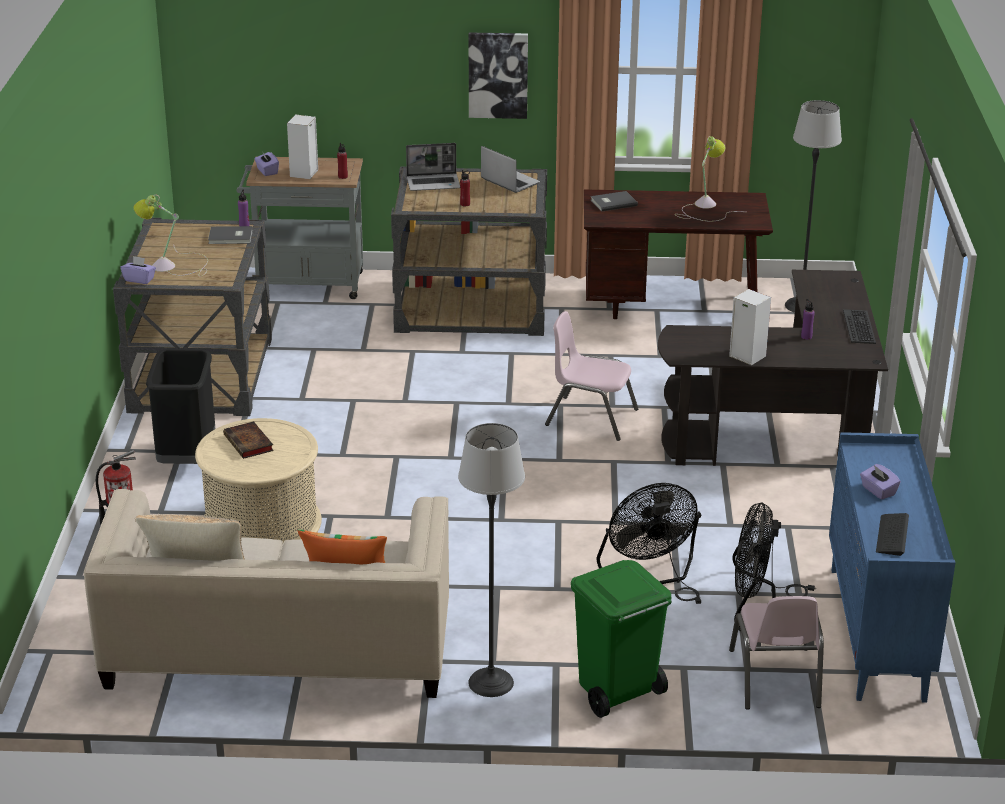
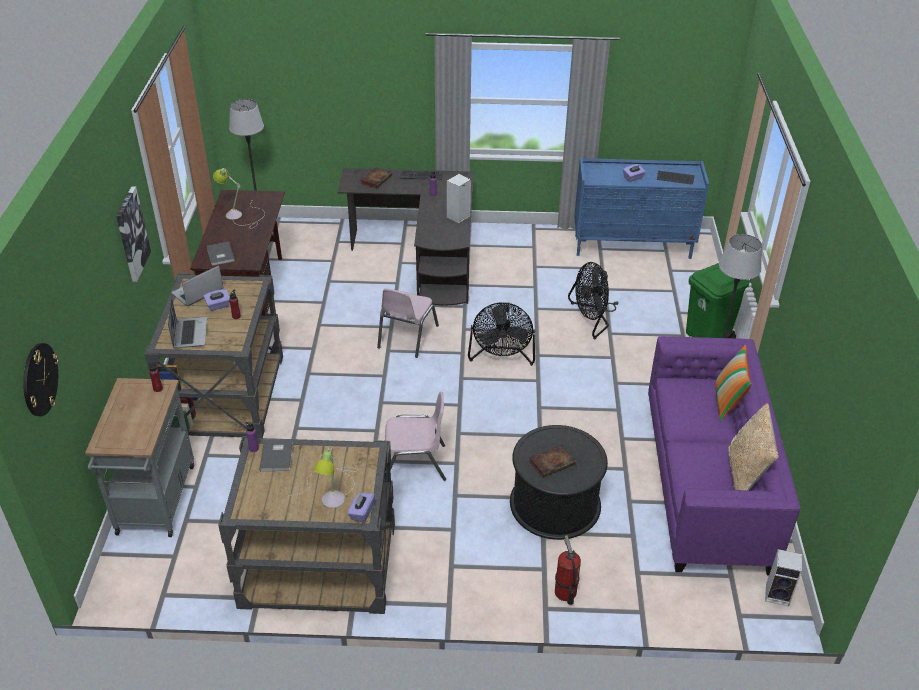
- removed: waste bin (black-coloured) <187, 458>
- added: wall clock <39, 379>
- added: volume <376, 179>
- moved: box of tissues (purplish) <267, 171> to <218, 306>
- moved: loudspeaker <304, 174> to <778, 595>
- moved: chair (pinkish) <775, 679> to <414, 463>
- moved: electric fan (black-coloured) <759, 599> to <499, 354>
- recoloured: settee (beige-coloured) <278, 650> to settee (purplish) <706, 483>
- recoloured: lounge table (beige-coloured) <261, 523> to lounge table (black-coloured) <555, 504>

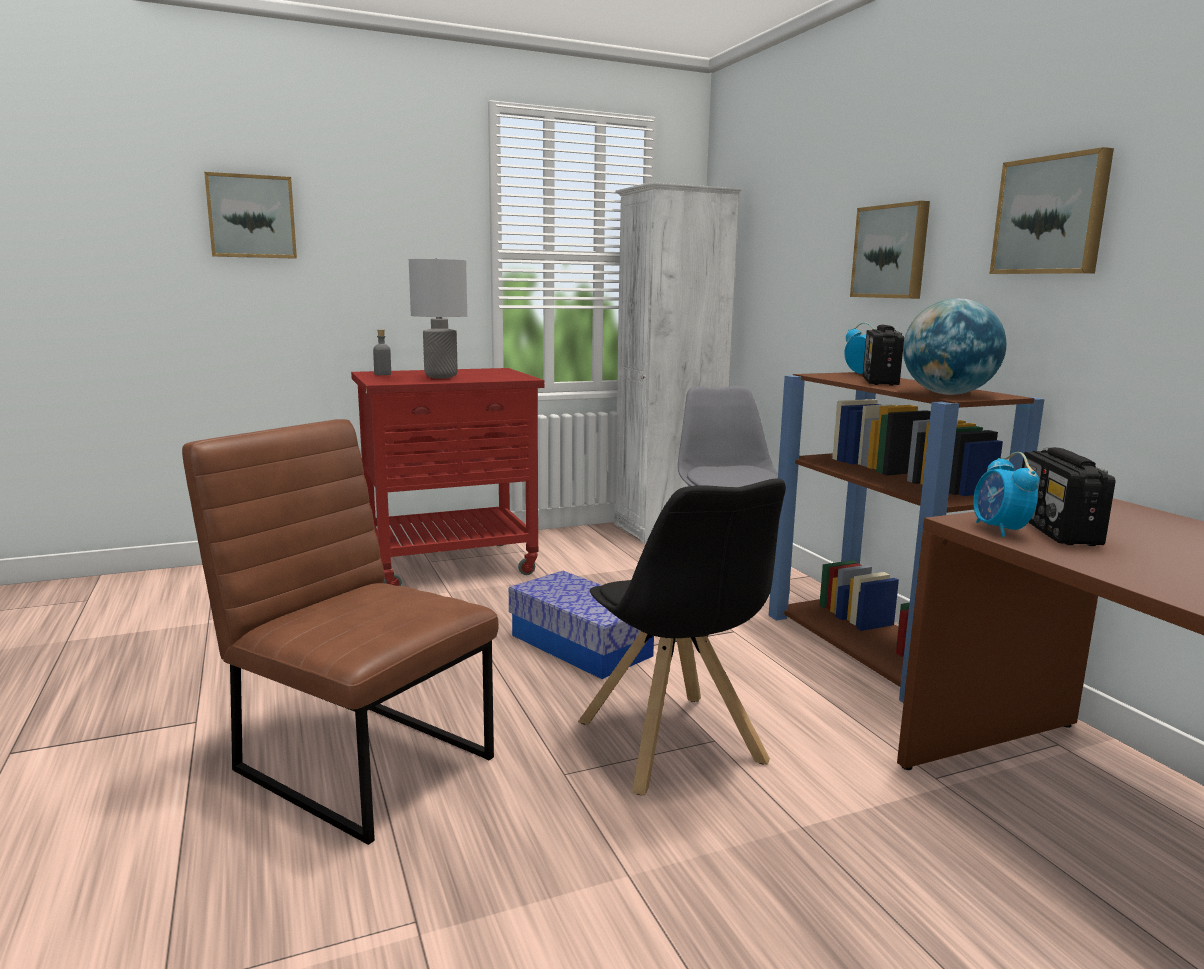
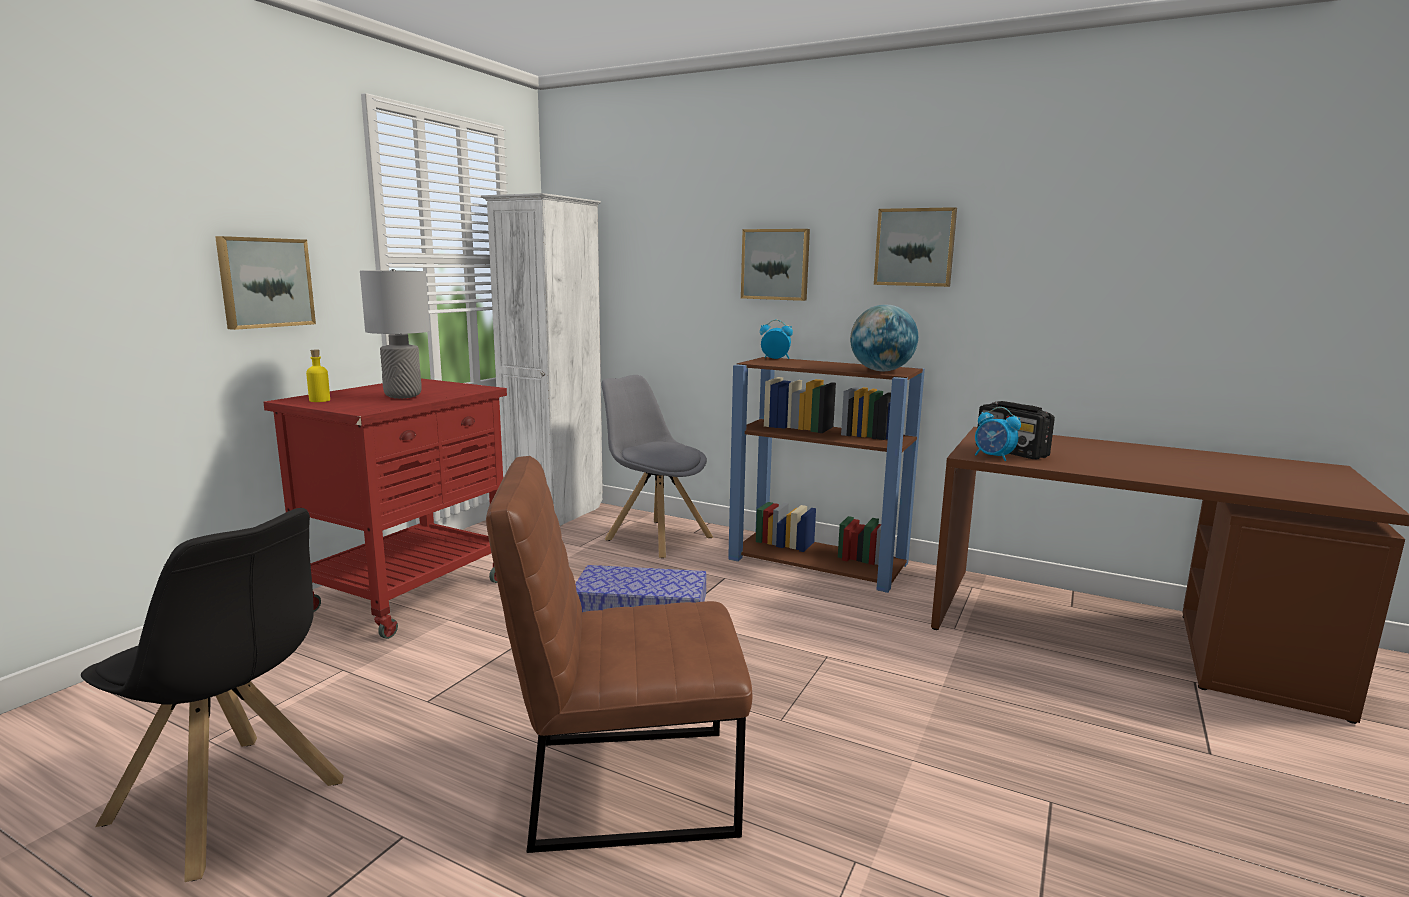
- removed: radio set <879, 381>
- moved: wall art <251, 216> to <265, 282>
- moved: chair (black-coloured) <674, 746> to <232, 805>
- recoloured: drink bottle (gray) <382, 374> to drink bottle (yellow) <319, 400>

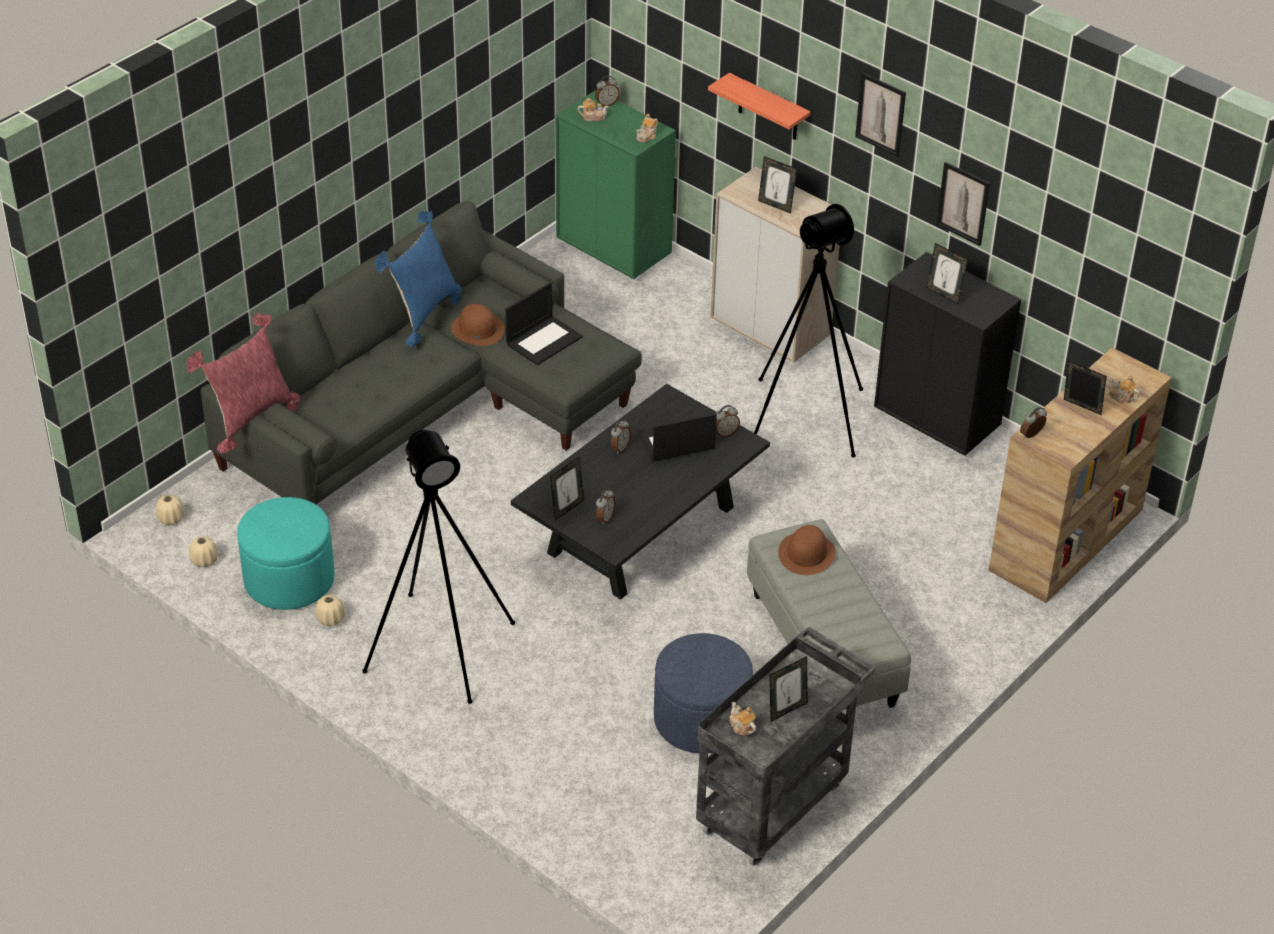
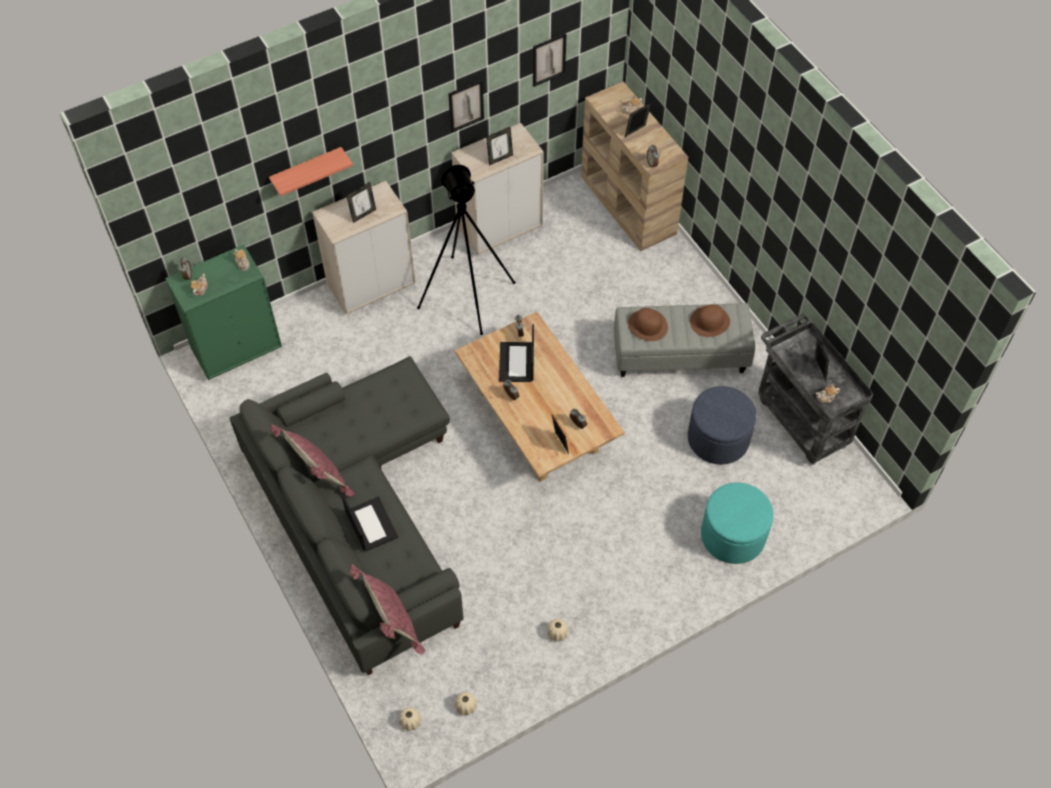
- removed: floor lamp (black-coloured) <440, 649>
- moved: footrest (turquoise) <289, 579> to <733, 535>
- moved: hat (brownish) <477, 329> to <709, 321>
- moved: laptop <544, 340> to <370, 524>
- moved: wall art <880, 114> to <549, 59>
- recoloured: cushion (bluish) <421, 319> to cushion (red) <316, 481>
- recoloured: lounge table (black-coloured) <640, 529> to lounge table (beige-coloured) <537, 420>
- recoloured: storage cabinet (black-coloured) <938, 422> to storage cabinet (beige-coloured) <500, 229>

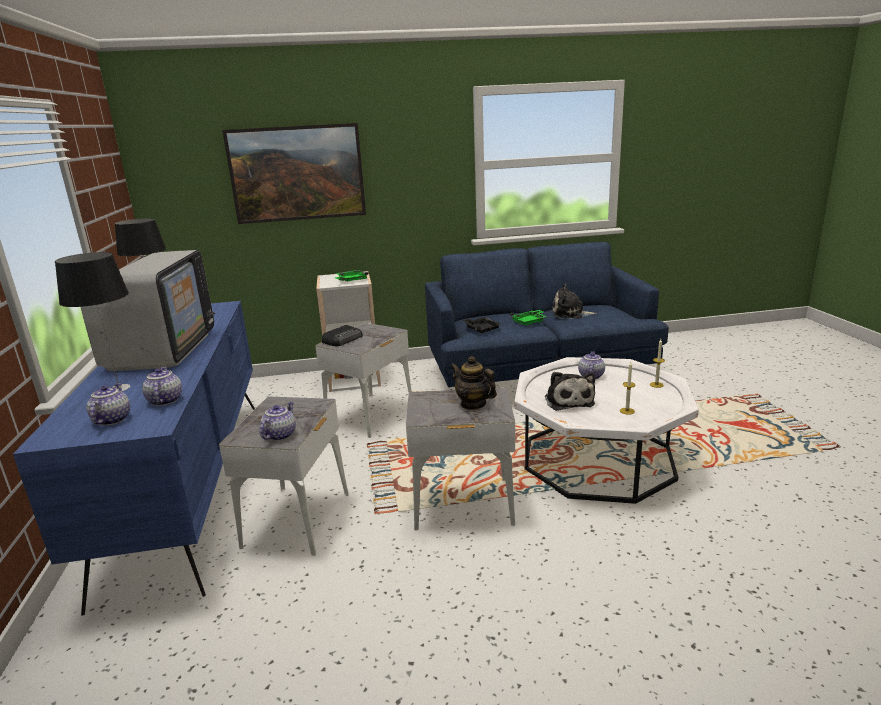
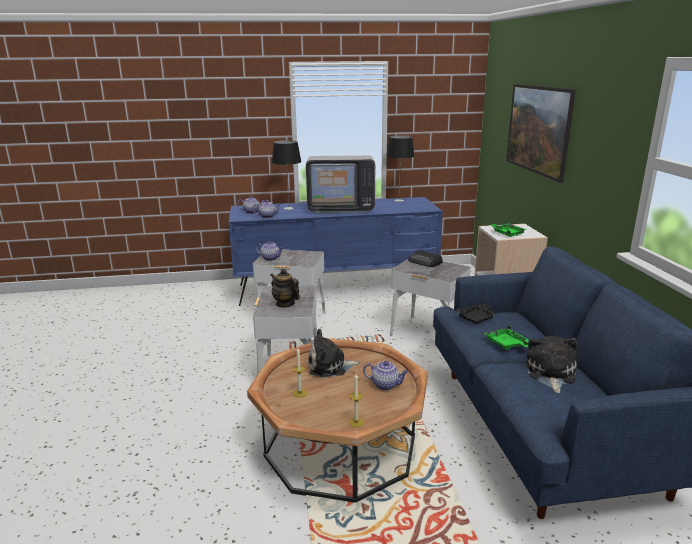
- recoloured: lounge table (white-coloured) <598, 459> to lounge table (brownish) <340, 446>
- turned: tea pot <473, 404> = <285, 304> 90 degrees counterclockwise

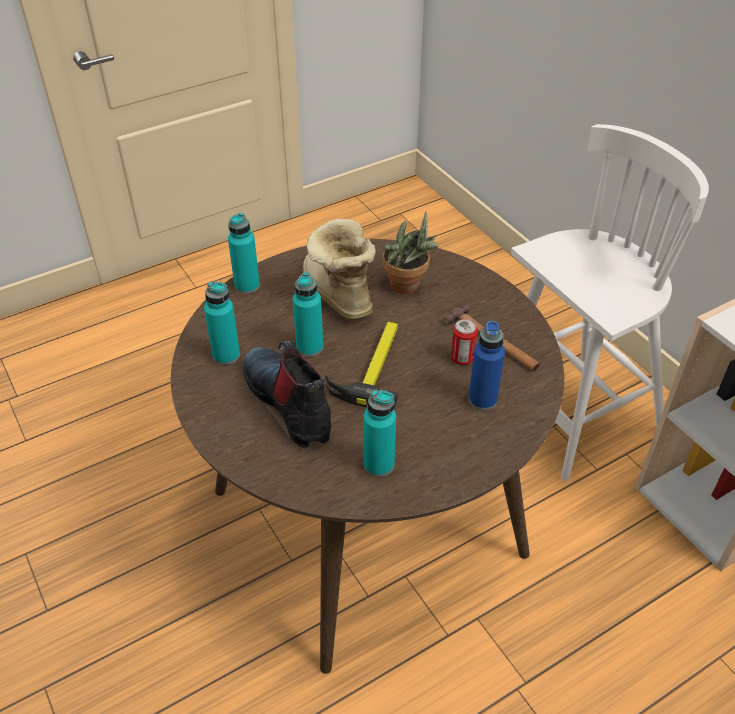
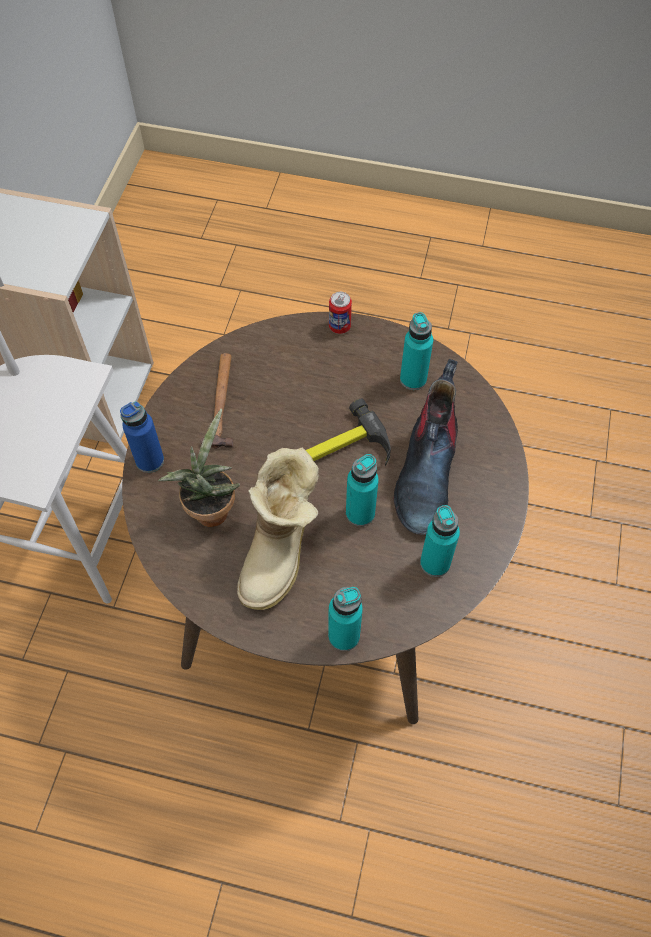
- moved: sealed can <462, 358> to <339, 326>
- moved: drink bottle (bluish) <482, 399> to <150, 460>

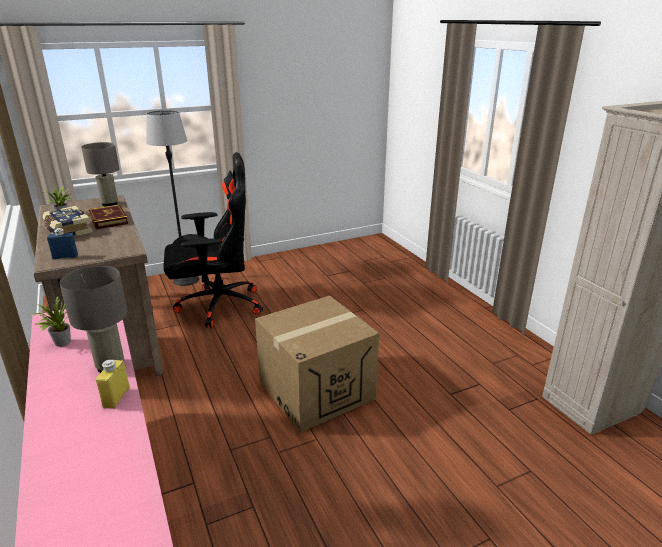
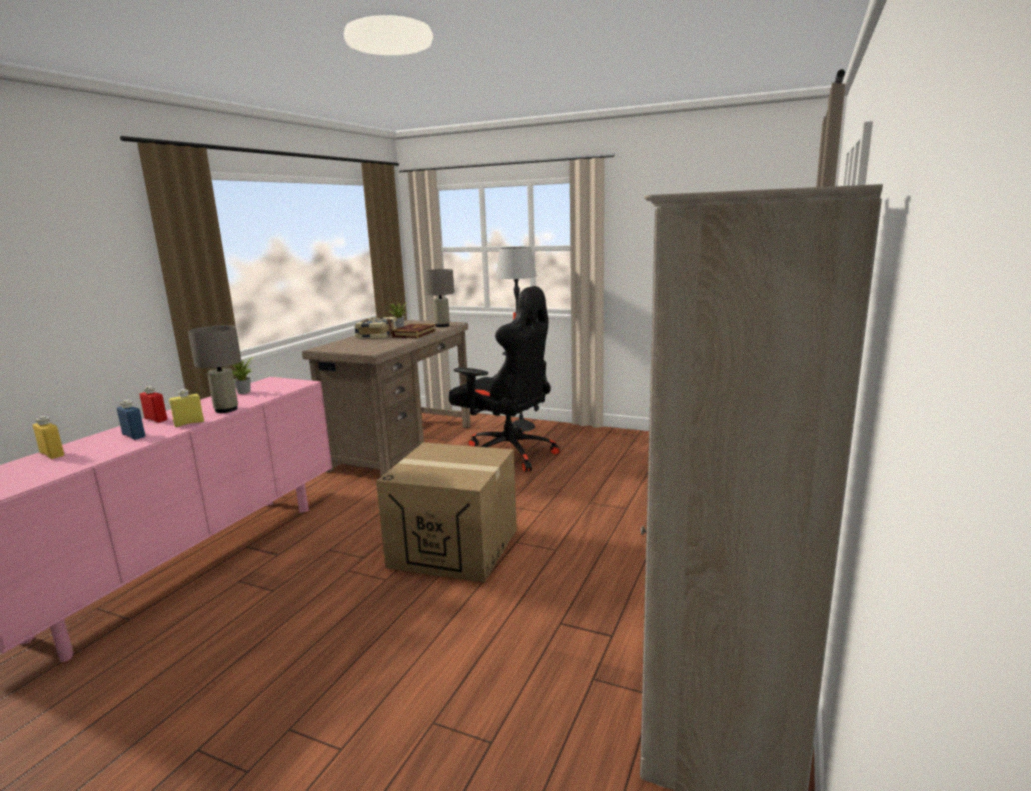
- added: drink bottle (yellow) <52, 454>
- added: drink bottle (red) <156, 419>
- moved: drink bottle (bluish) <65, 257> to <134, 436>

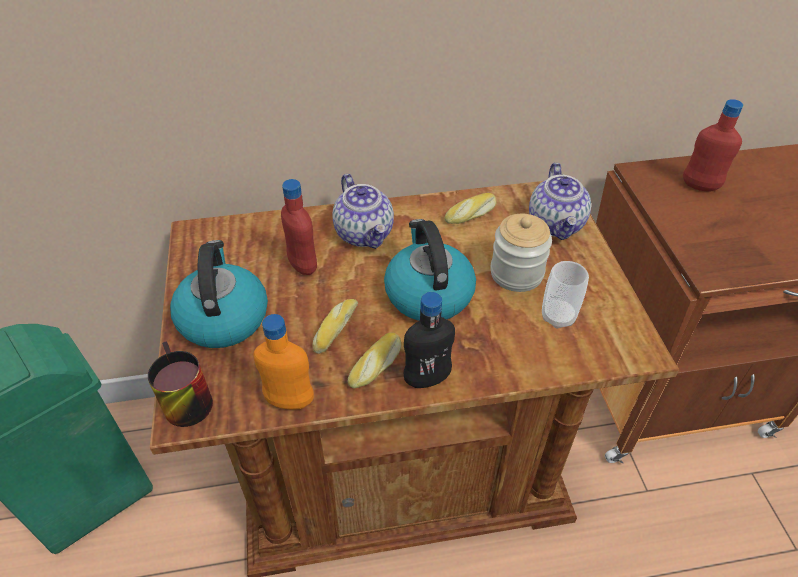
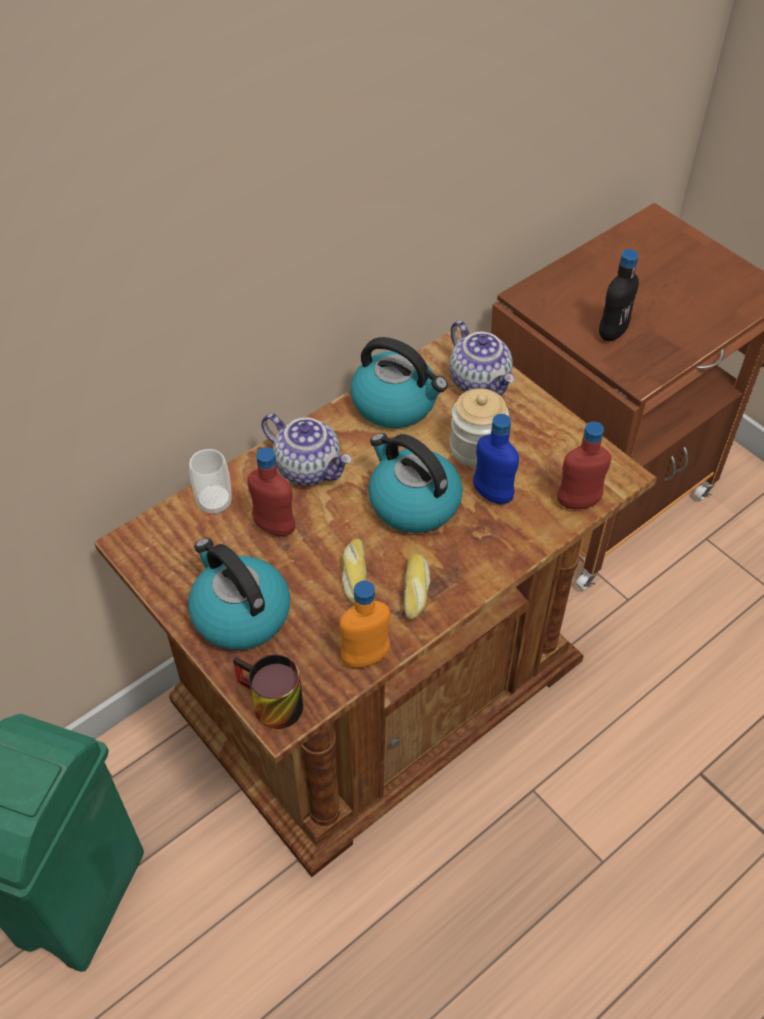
- added: drink bottle (bluish) <492, 494>
- moved: drink bottle (black-coloured) <427, 378> to <612, 332>
- moved: drinking cup <558, 317> to <214, 502>
- moved: drink bottle (red) <700, 186> to <578, 502>
- replaced: bread <471, 214> to tea kettle <396, 403>

